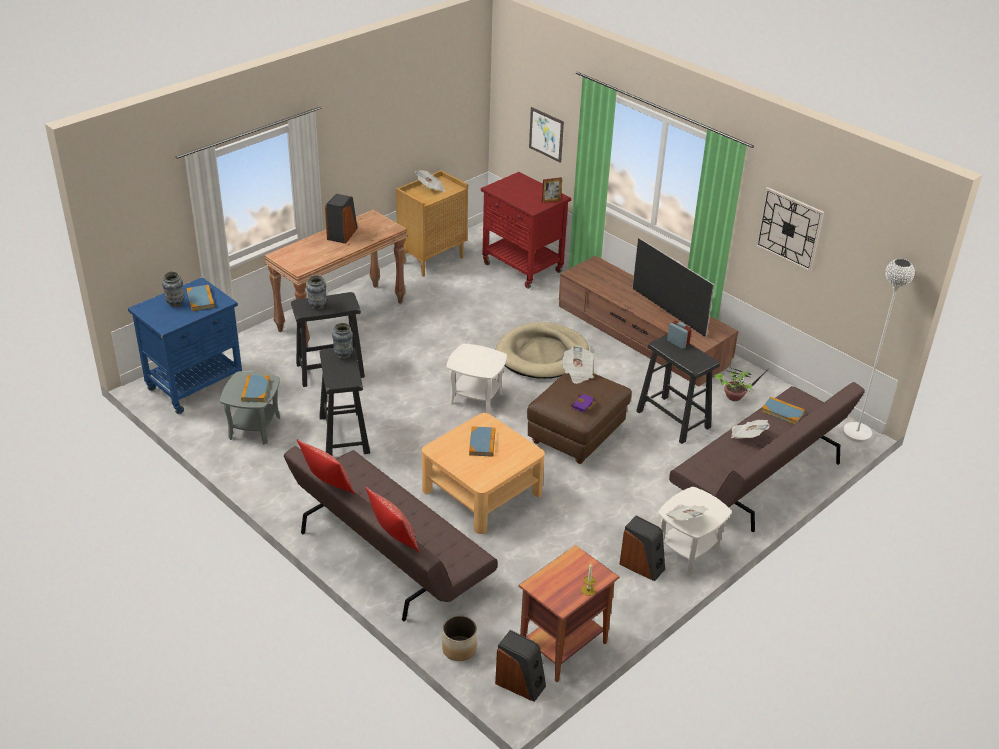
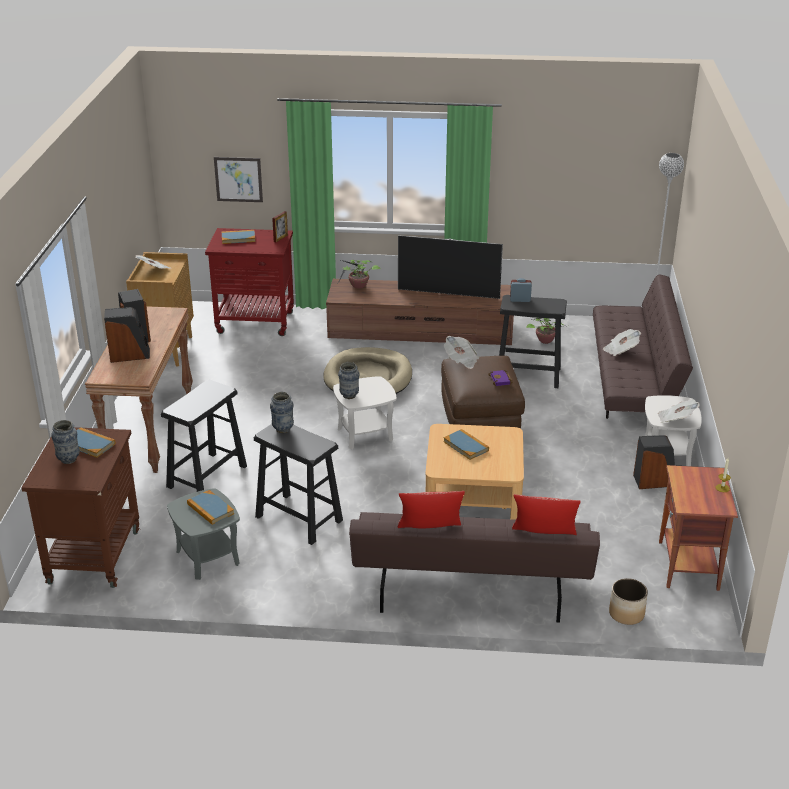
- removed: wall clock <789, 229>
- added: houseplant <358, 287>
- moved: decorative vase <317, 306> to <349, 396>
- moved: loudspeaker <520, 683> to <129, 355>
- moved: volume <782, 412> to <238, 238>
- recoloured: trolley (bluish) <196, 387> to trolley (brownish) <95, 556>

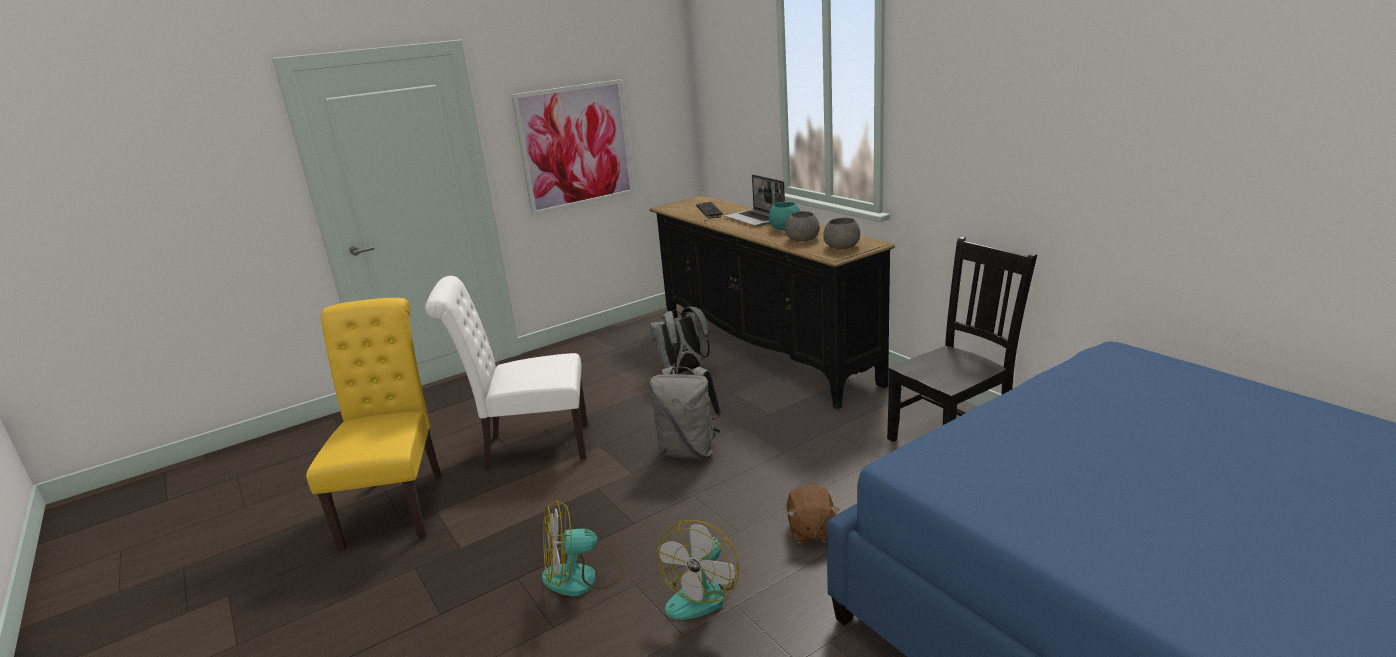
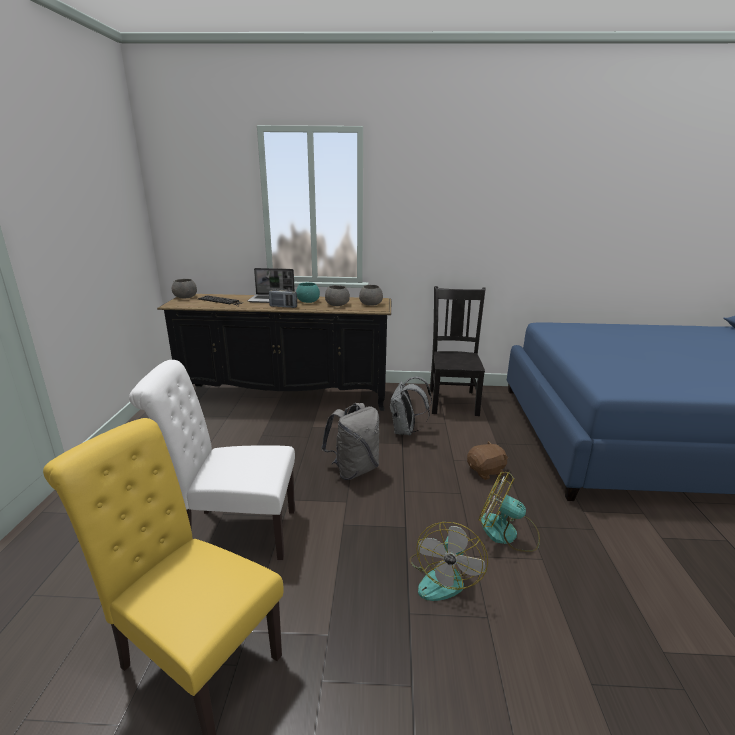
- removed: wall art <576, 146>
- added: serving bowl (gray) <186, 297>
- added: radio set <283, 307>
- moved: rucksack (gray) <683, 371> to <406, 431>
- turned: chair (white-coloured) <530, 447> = <234, 532> 60 degrees clockwise
- turned: electric fan <701, 592> = <507, 533> 150 degrees clockwise
- turned: cuddly toy (brownish) <811, 531> = <486, 471> 60 degrees counterclockwise

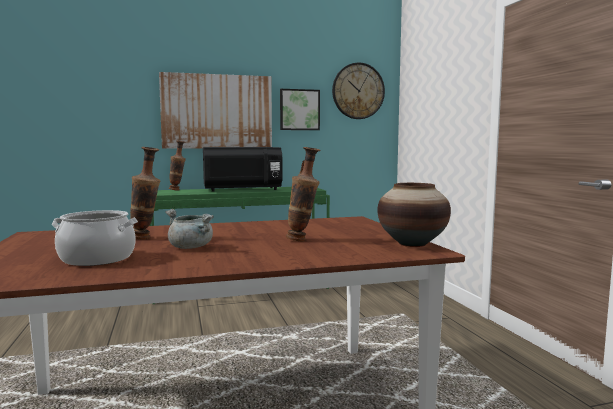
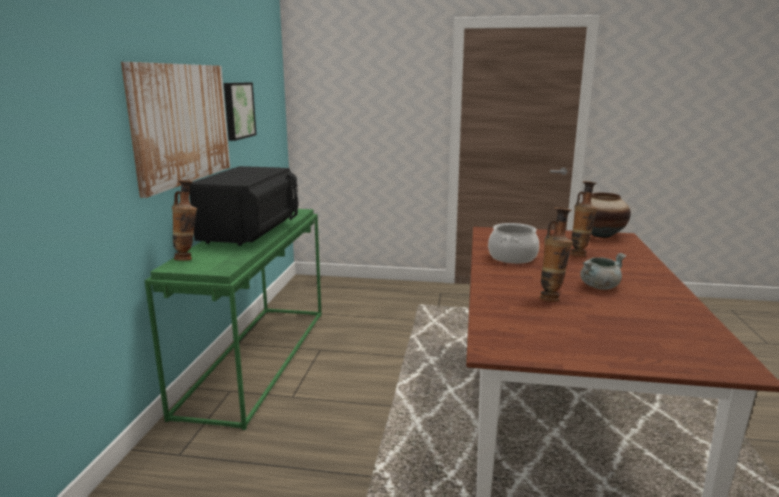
- removed: wall clock <358, 91>
- moved: saucepot <97, 258> to <512, 257>

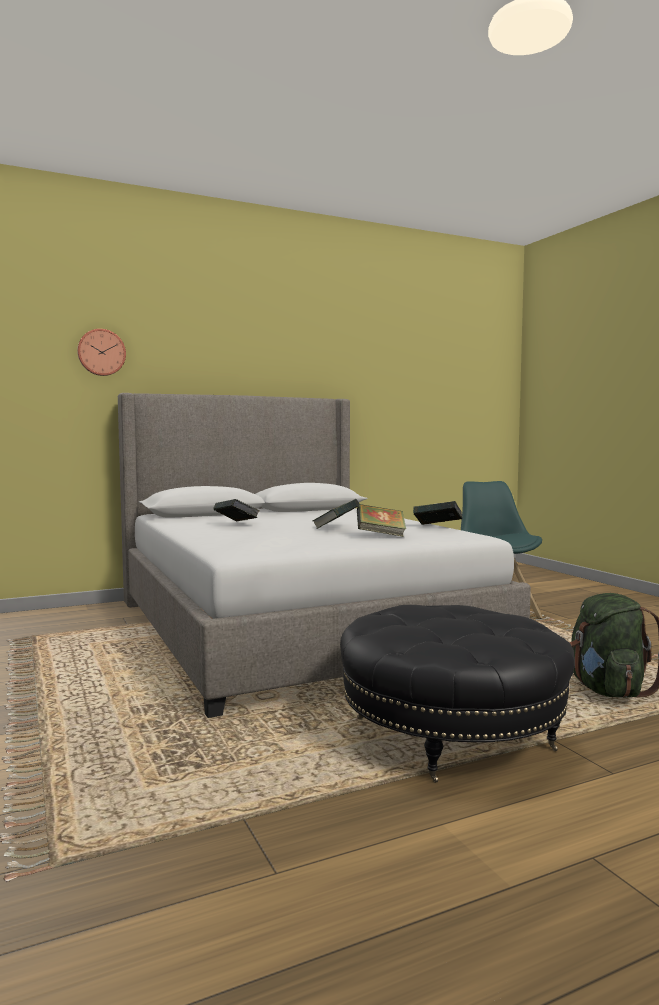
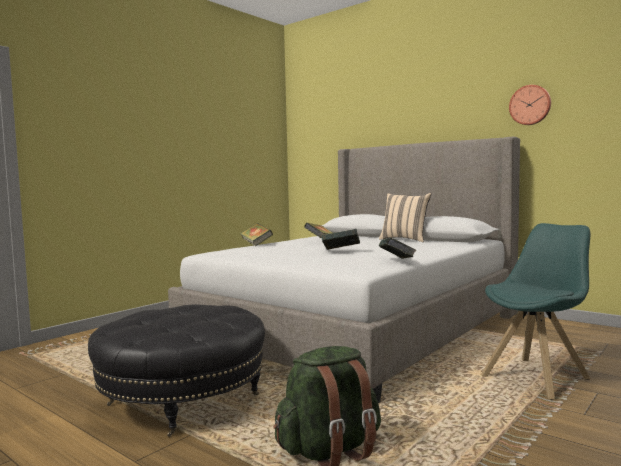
- added: cushion (beige-coloured) <405, 240>
- moved: wall clock <101, 352> to <530, 105>
- moved: volume <380, 535> to <256, 244>

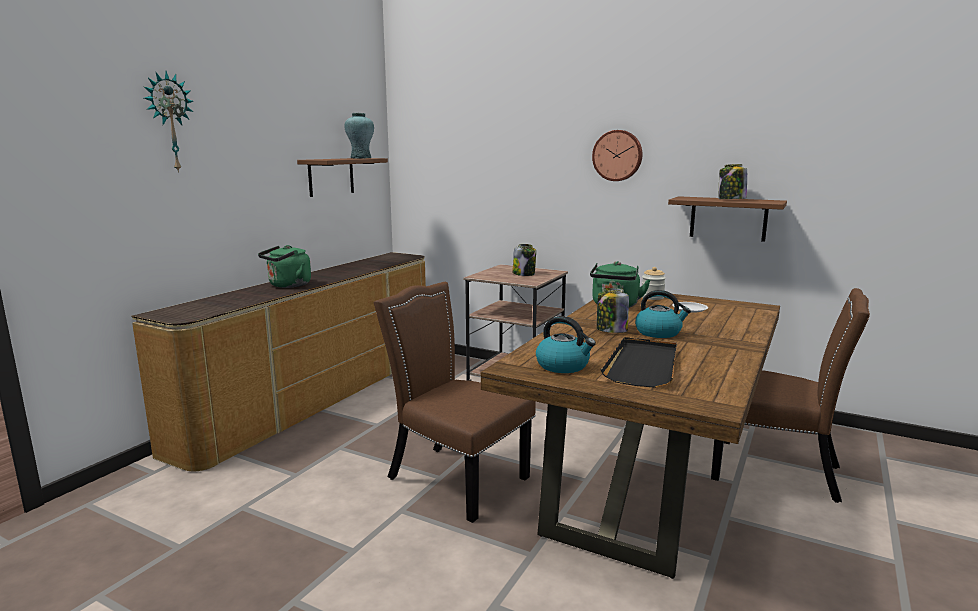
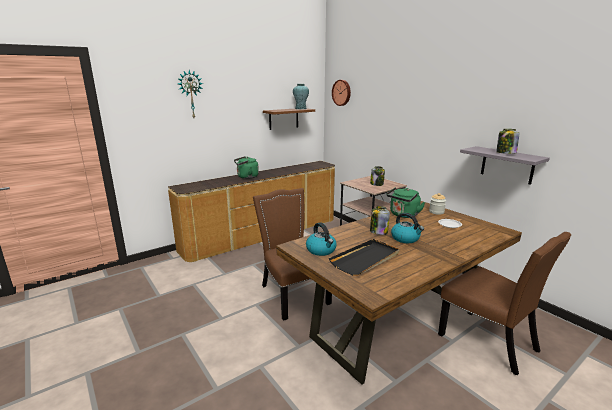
- moved: wall clock <617, 155> to <342, 92>
- recoloured: wall shelf (brownish) <728, 218> to wall shelf (gray) <507, 165>

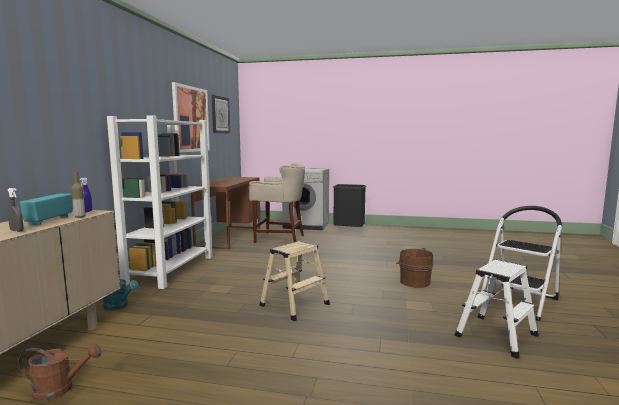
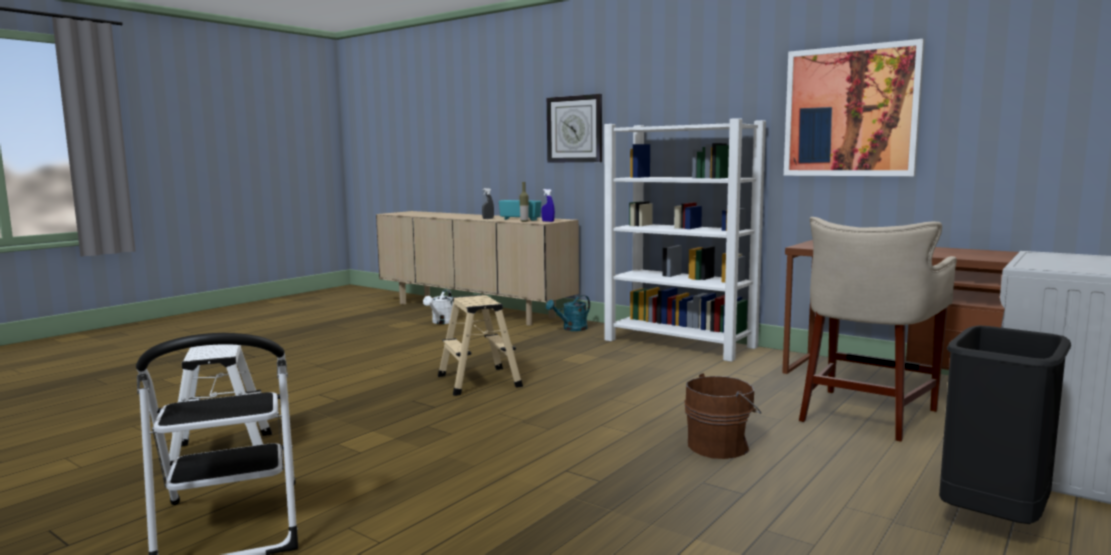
- moved: wall clock <220, 115> to <575, 129>
- moved: pail (brownish) <413, 282> to <720, 446>
- recoloured: sprinkling can (brownish) <60, 389> to sprinkling can (white-coloured) <441, 322>

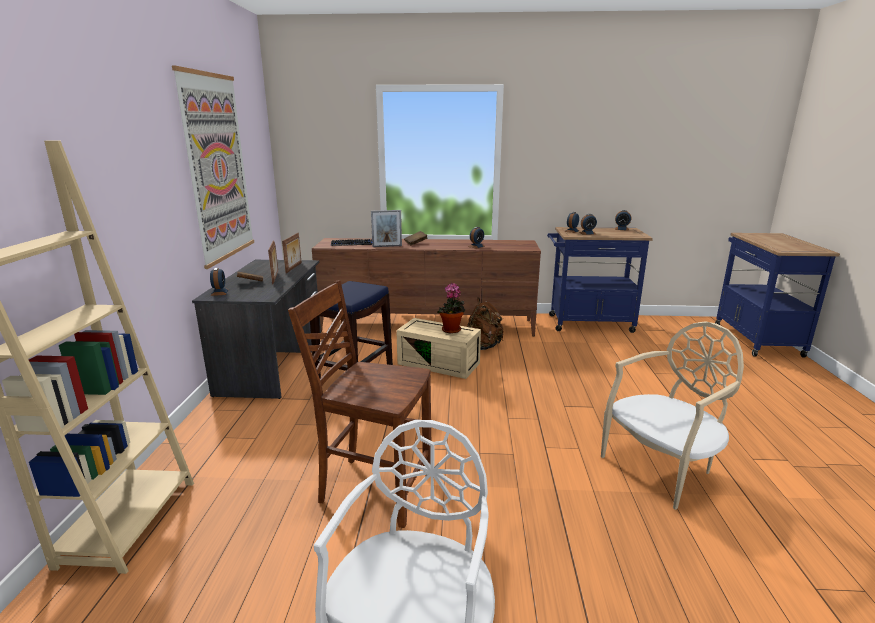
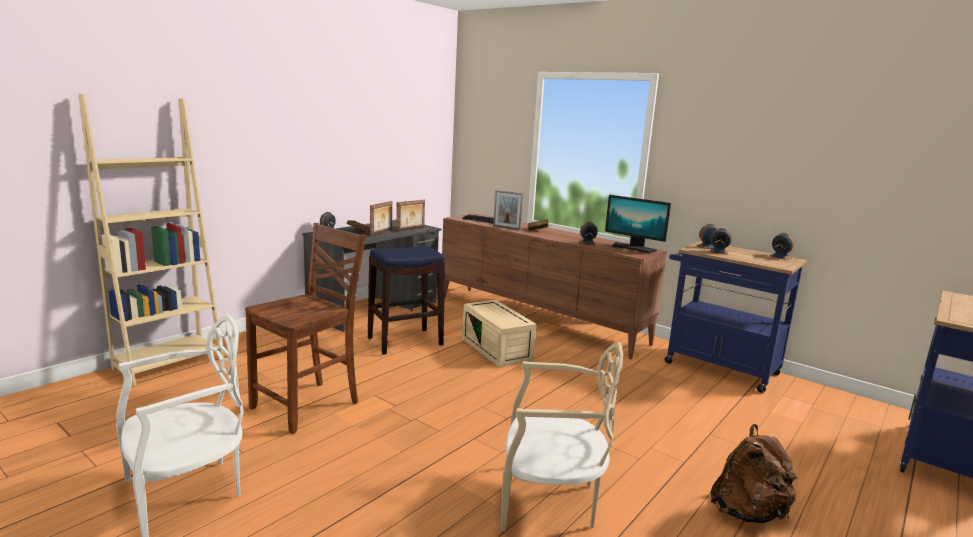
- removed: wall art <218, 168>
- removed: houseplant <451, 331>
- added: monitor <633, 248>
- moved: rucksack (brownish) <482, 347> to <748, 513>
- turned: chair (brownish) <373, 488> = <308, 405> 75 degrees clockwise

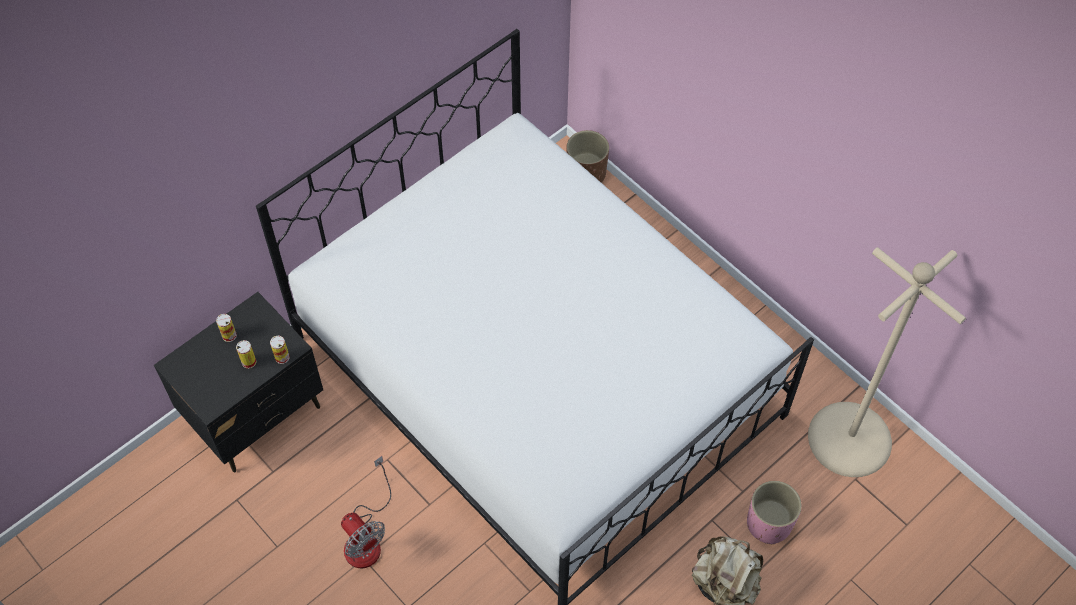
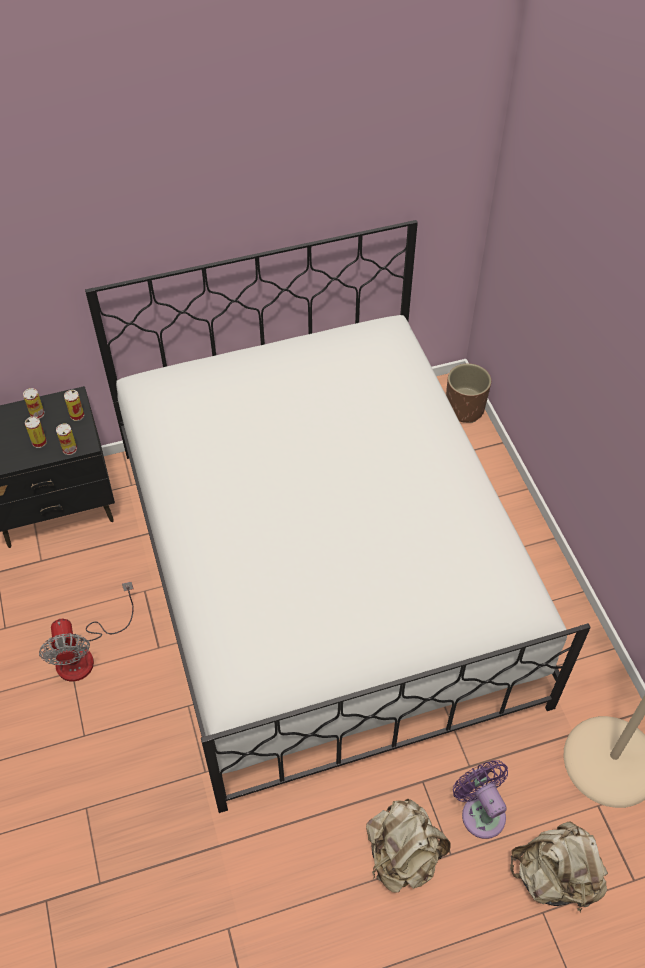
- added: sealed can <77, 415>
- added: rucksack (beige-coloured) <554, 877>
- replaced: planter (pinkish) <769, 523> to electric fan (purplish) <481, 811>

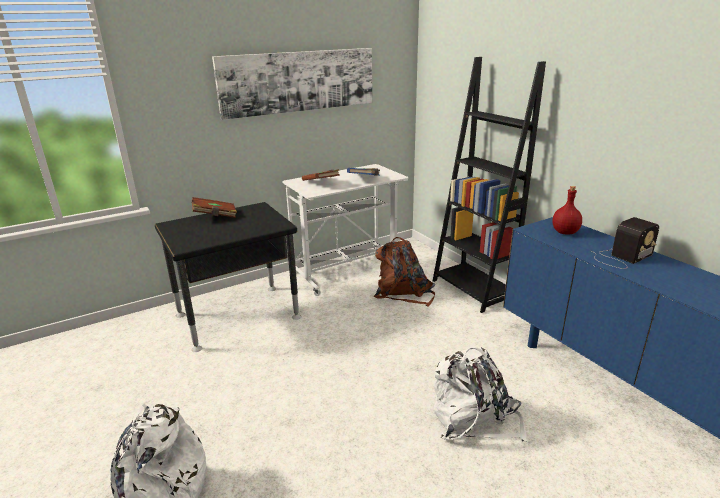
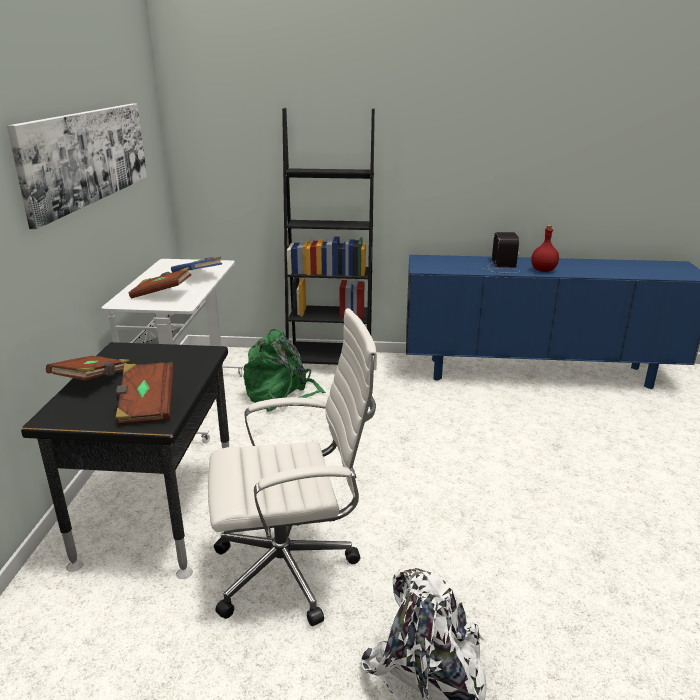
- removed: rucksack (white-coloured) <474, 418>
- added: volume (brownish) <146, 406>
- added: desk chair (white-coloured) <292, 570>
- moved: drink bottle (red) <565, 232> to <543, 270>
- recoloured: rucksack (brownish) <403, 292> to rucksack (green) <281, 394>

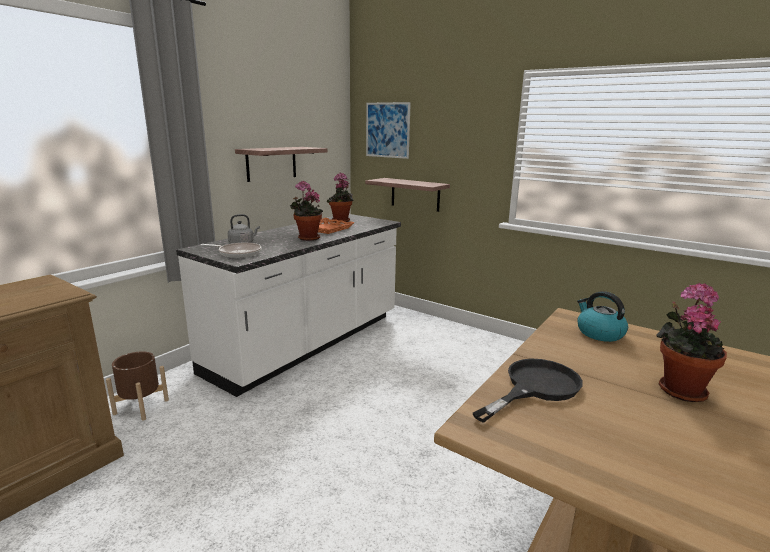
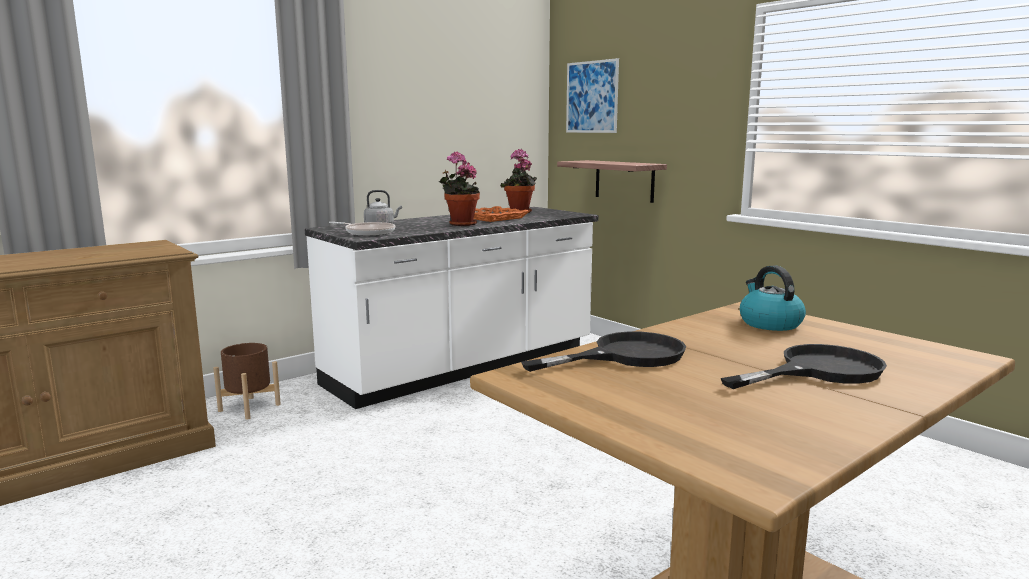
- removed: wall shelf <271, 163>
- replaced: houseplant <679, 389> to skillet (black-coloured) <818, 371>

